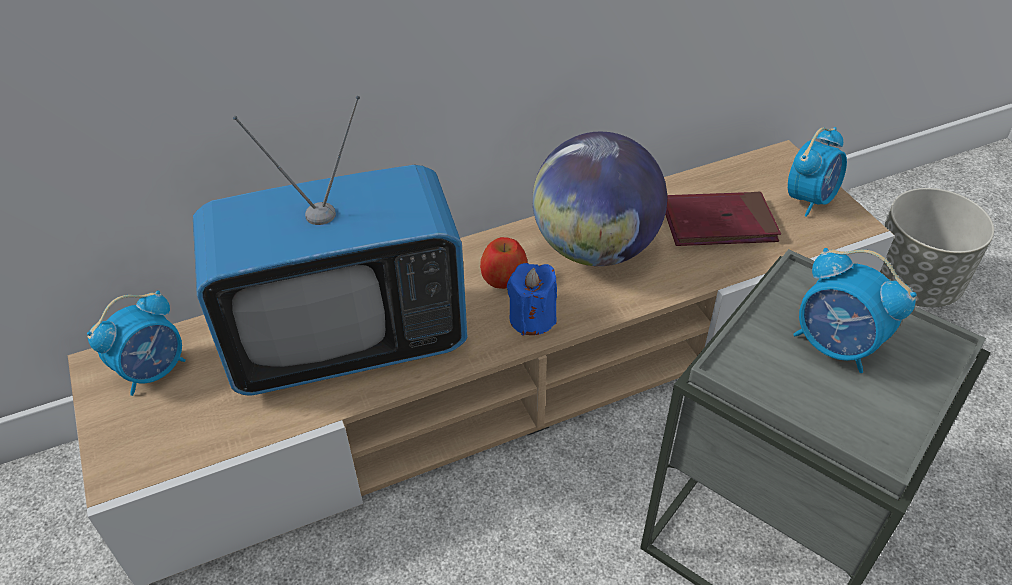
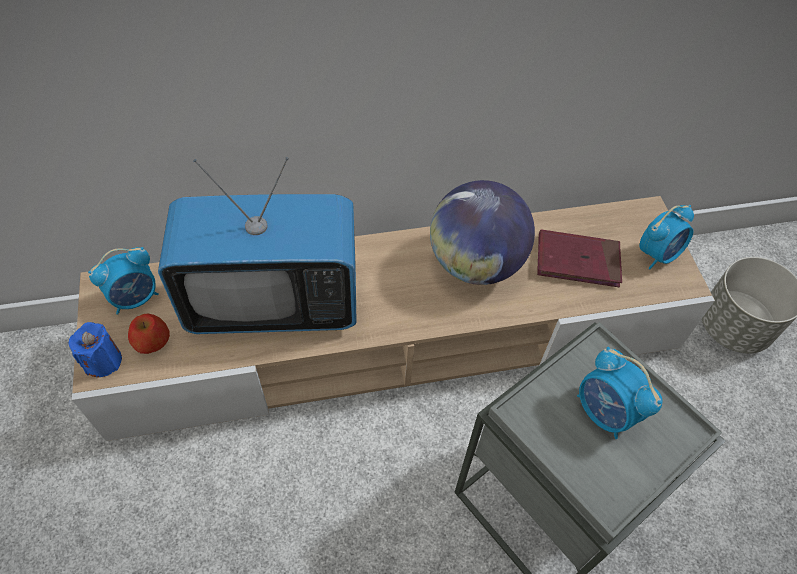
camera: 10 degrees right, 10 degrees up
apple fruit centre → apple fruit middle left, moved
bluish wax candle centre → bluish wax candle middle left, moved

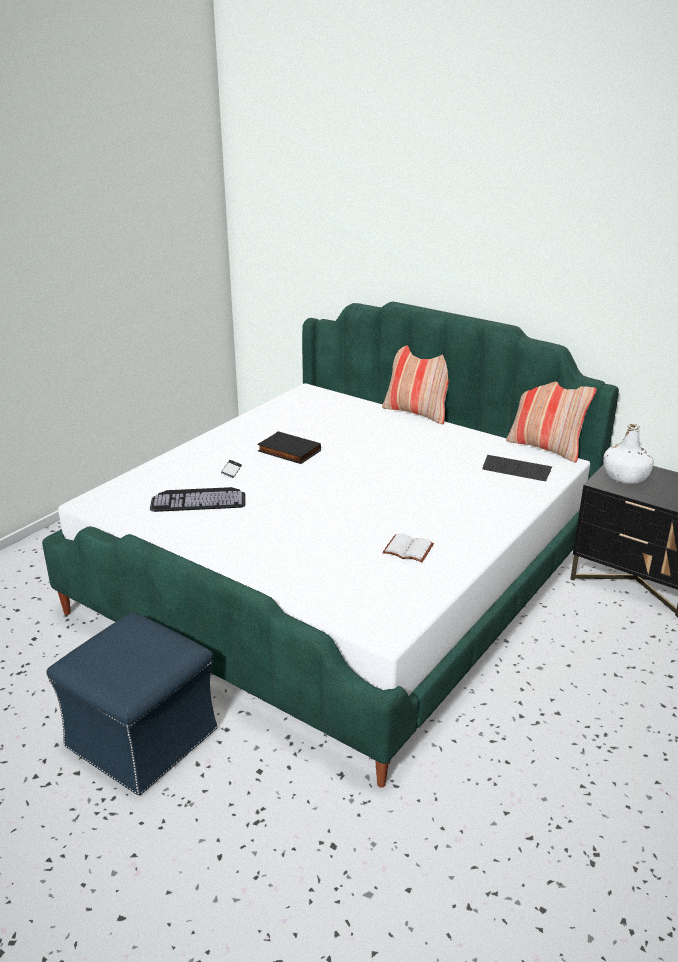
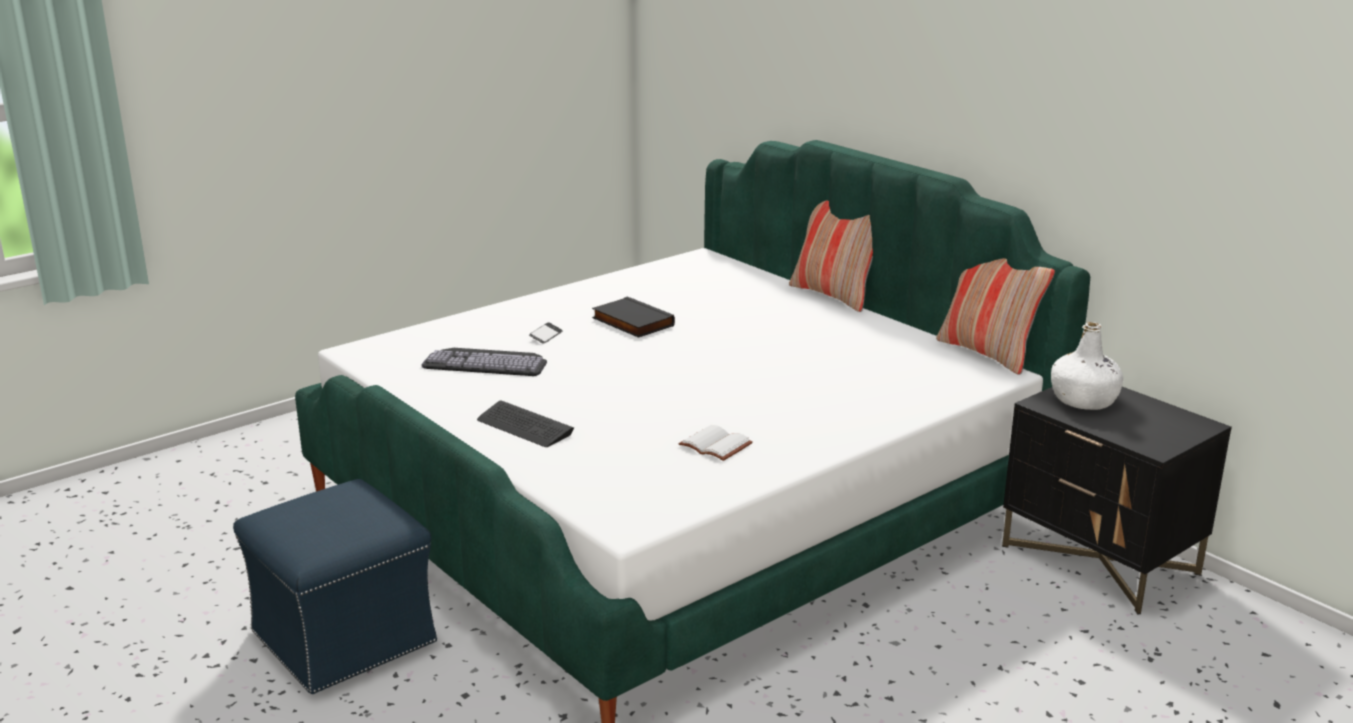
camera: 15 degrees right, 5 degrees down
computer keyboard (2nd from left) middle right → computer keyboard (2nd from left) centre, moved

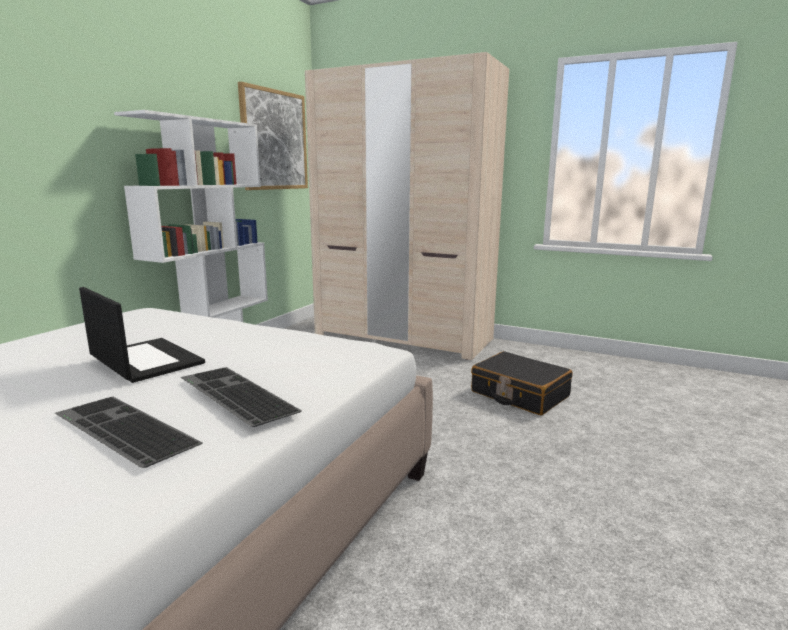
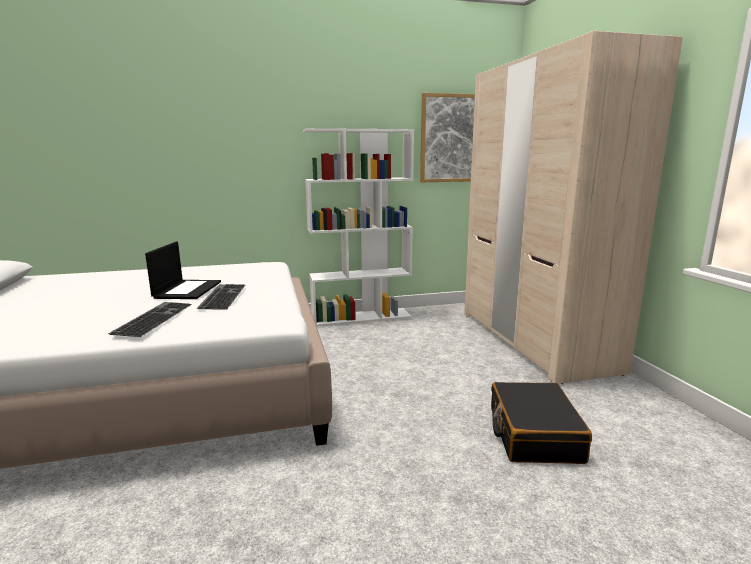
camera: 50 degrees right, 0 degrees up
computer keyboard (1st from left in the first image) bottom left → computer keyboard (2nd from left) middle left, moved

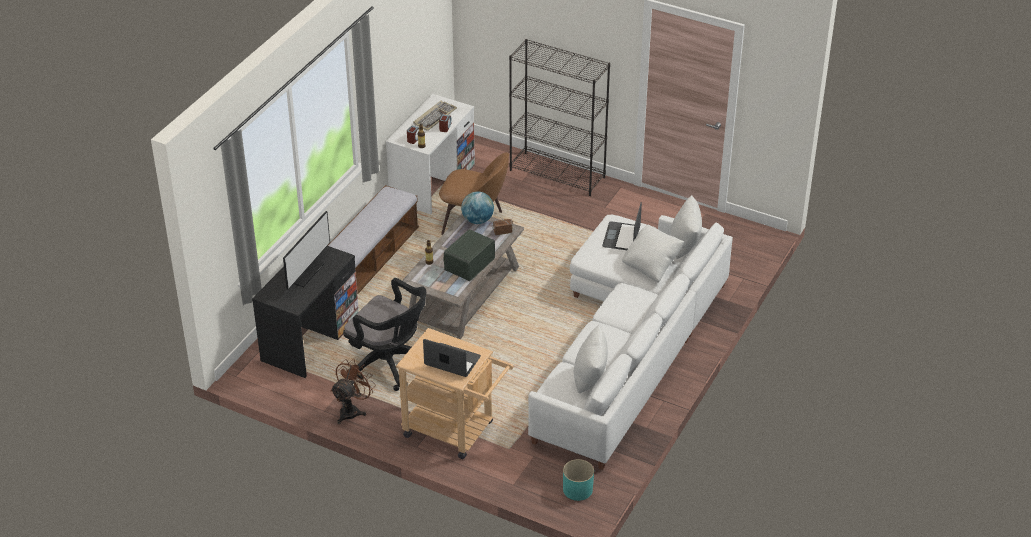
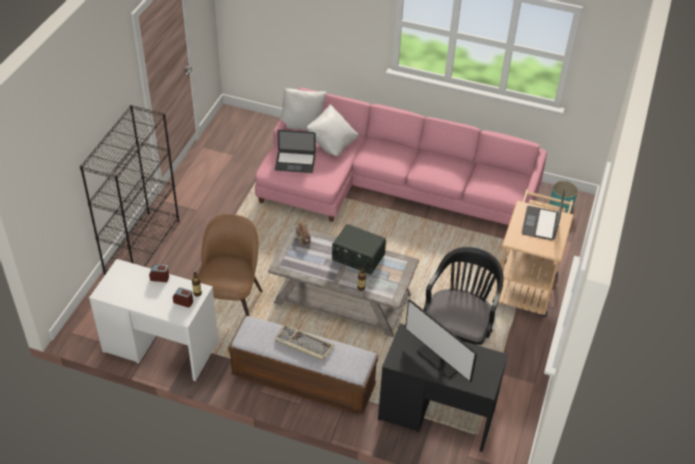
camera: 100 degrees left, 5 degrees up
computer keyboard top centre → computer keyboard bottom centre, moved
desk globe centre → -
computer display middle left → computer display bottom centre, 150 degrees counterclockwise
white-coloured couch centre → pinkish couch centre
white-coloured pillow (1st from left) bottom centre → -
brown-coloured cooling fan bottom centre → -

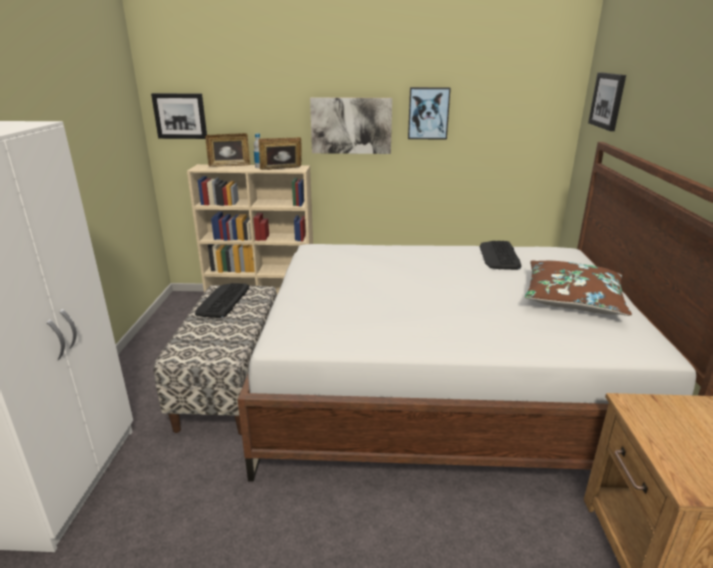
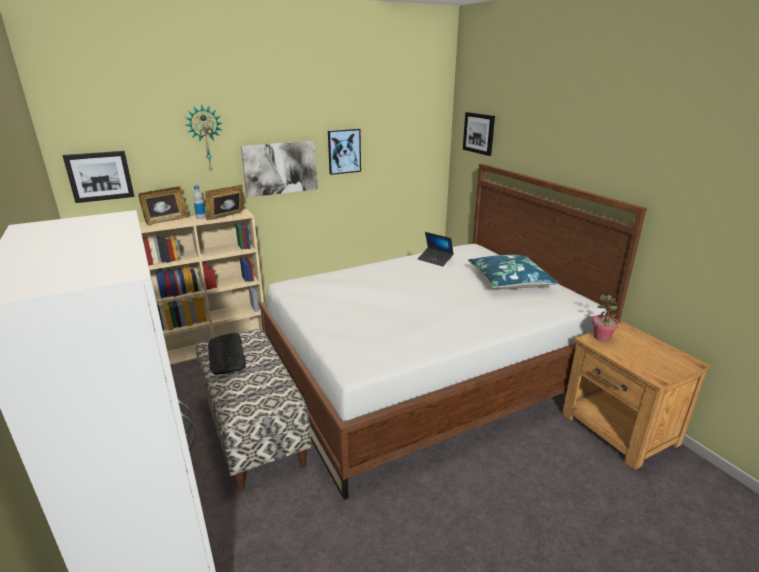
camera: 30 degrees left, 0 degrees up
computer keyboard (2nd from left) middle right → notebook computer centre
brown-coloured pillow middle right → bluish pillow middle right
- → wall clock top left
- → potted plant middle right

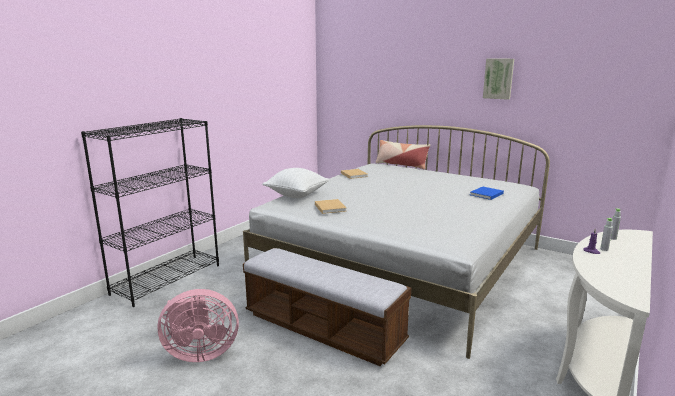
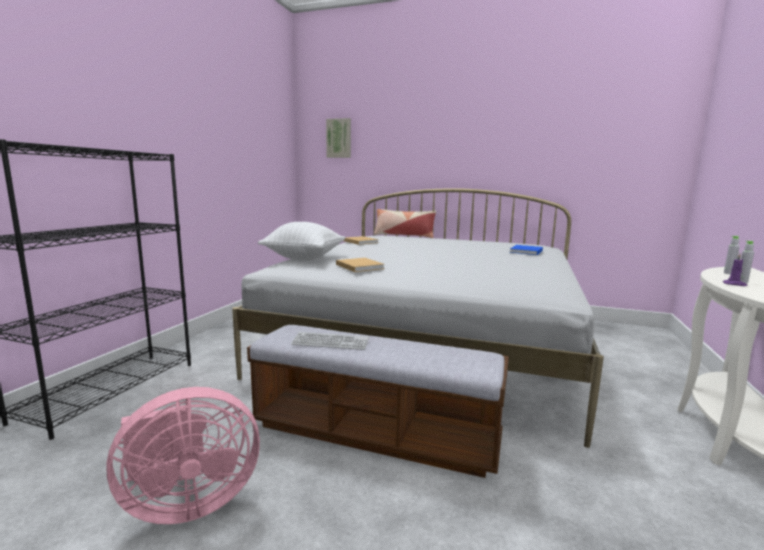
camera: 15 degrees left, 5 degrees down
wall picture top right → wall picture top centre, moved
- → computer keyboard centre

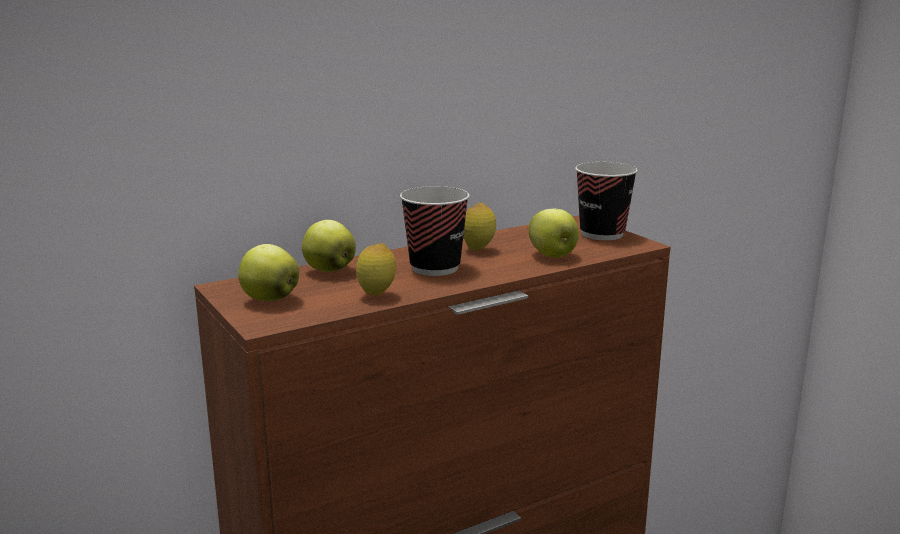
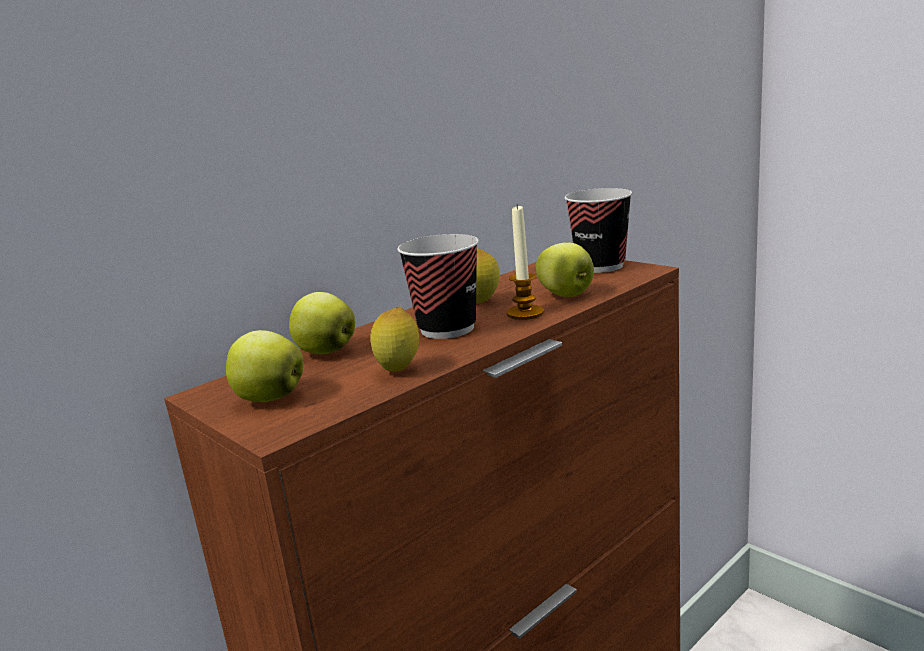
camera: 10 degrees left, 0 degrees up
- → wax candle centre

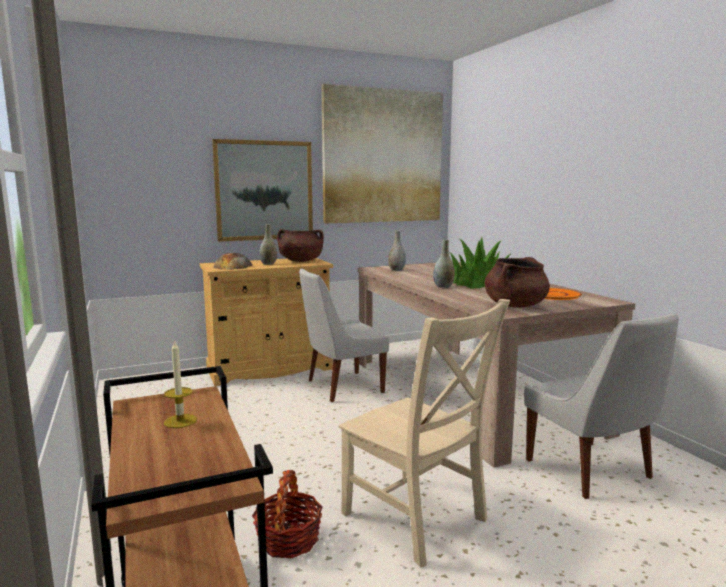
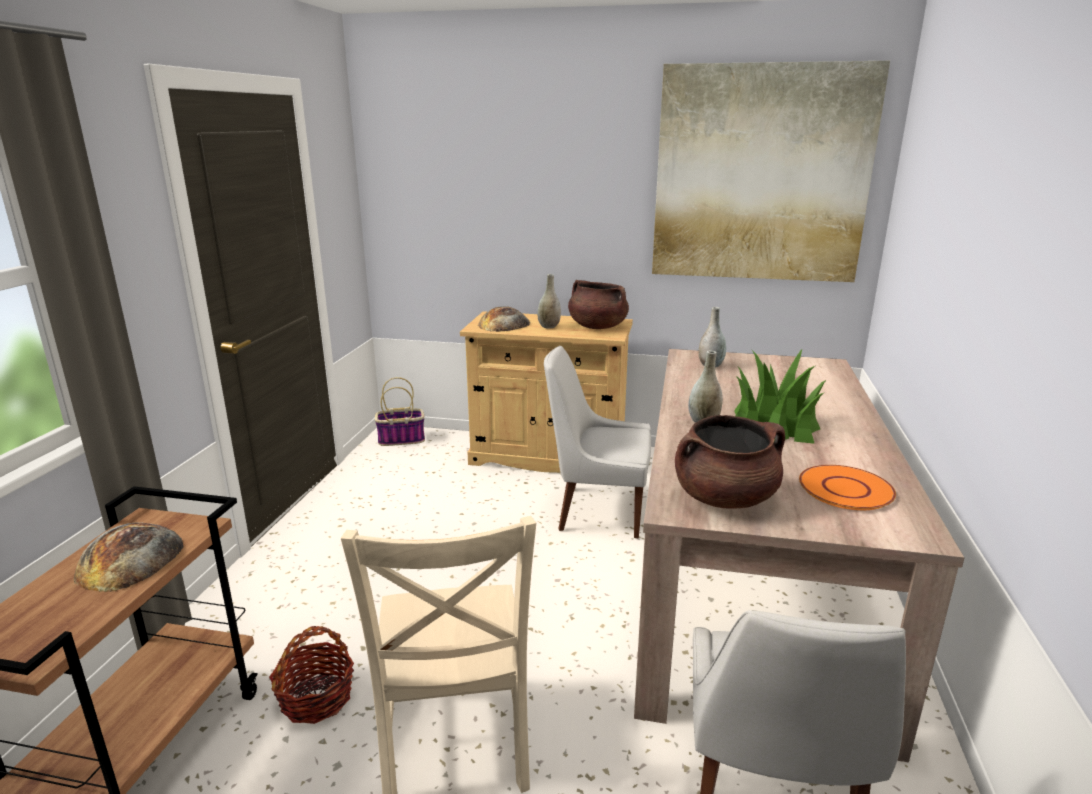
camera: 35 degrees right, 10 degrees up
wall picture (1st from left) top centre → -
wax candle middle left → bread (1st from left) bottom left
- → basket (2nd from left) centre

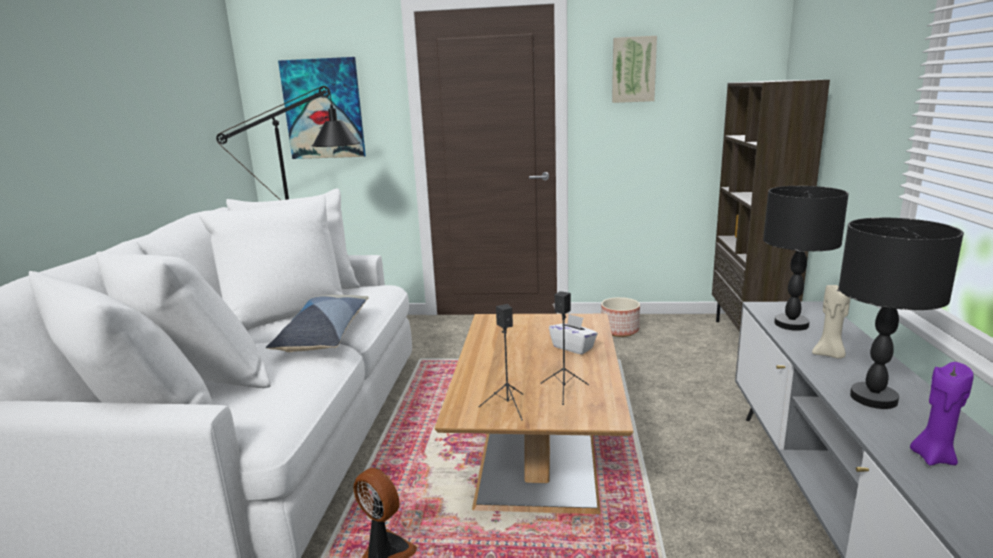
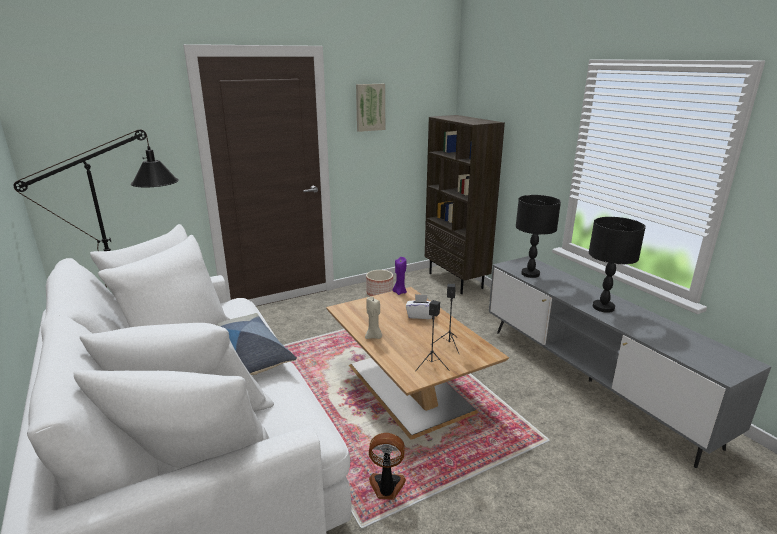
camera: 35 degrees left, 5 degrees up
wall picture (1st from left) top left → -
sand-coloured wax candle middle right → sand-coloured wax candle centre, moved
purple wax candle bottom right → purple wax candle centre, moved

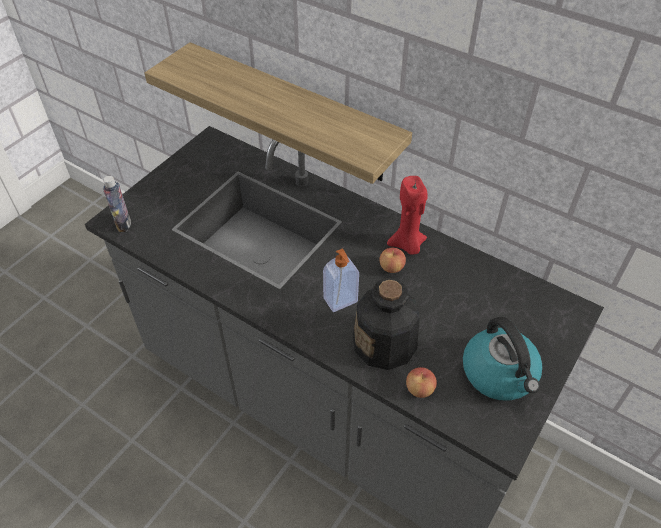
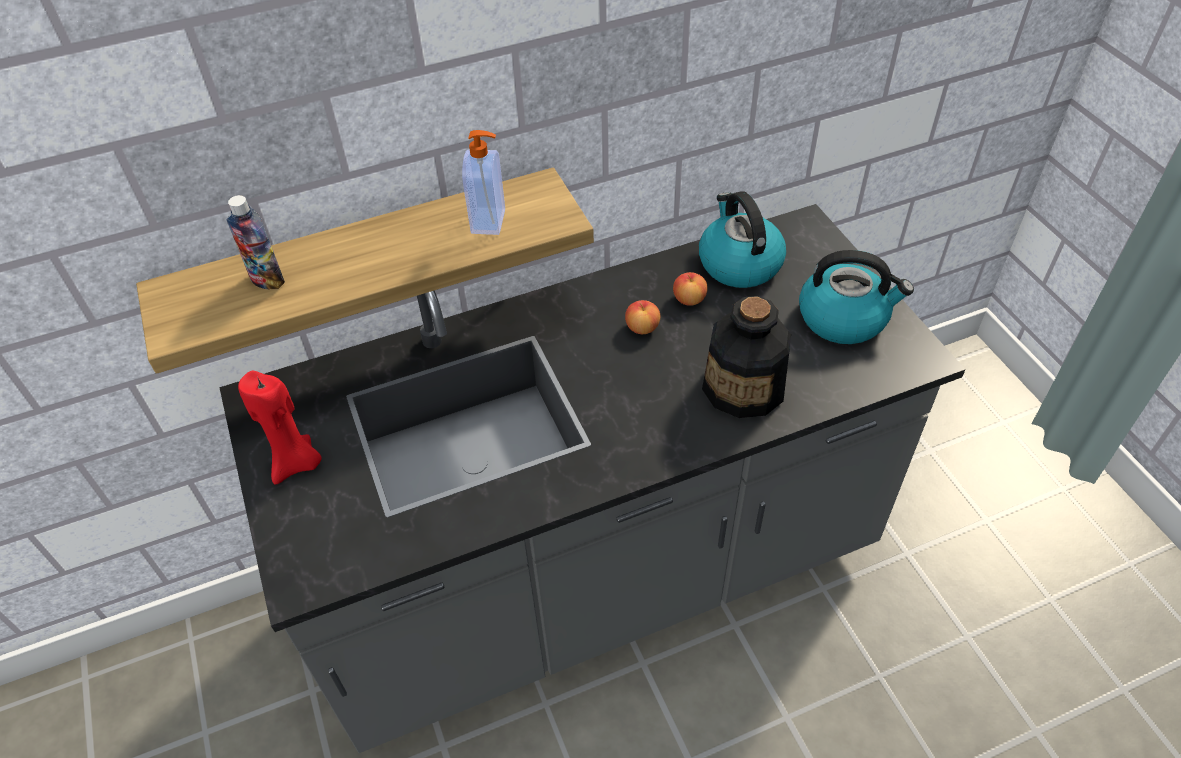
camera: 55 degrees left, 0 degrees up
drink bottle (1st from left) middle left → drink bottle (1st from left) top left, moved
red wax candle centre → red wax candle middle left, moved
liquid soap bottle centre → liquid soap bottle top centre, moved
apple fruit (2nd from left) bottom centre → apple fruit (2nd from left) centre, moved
- → kettle (1st from left) top centre

